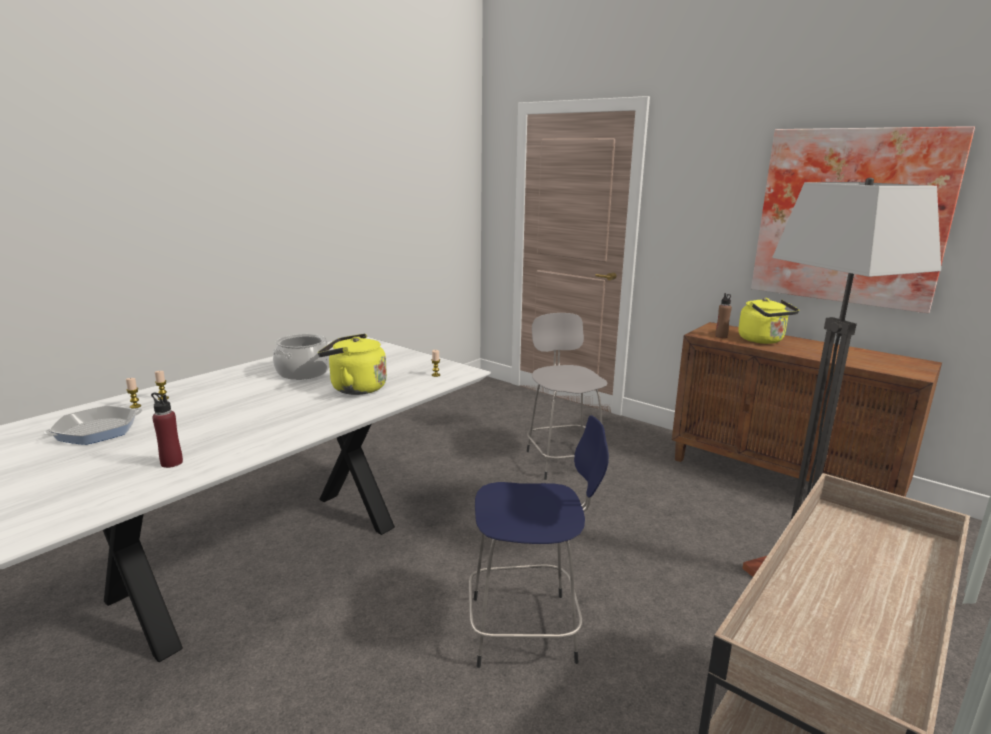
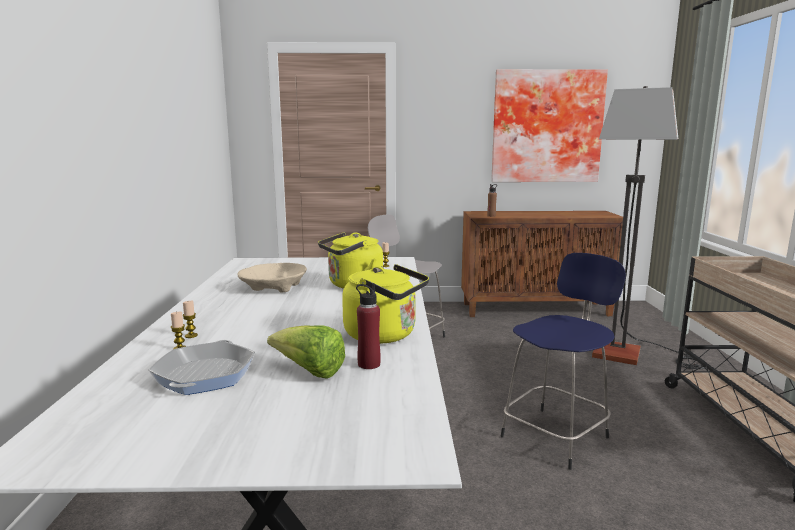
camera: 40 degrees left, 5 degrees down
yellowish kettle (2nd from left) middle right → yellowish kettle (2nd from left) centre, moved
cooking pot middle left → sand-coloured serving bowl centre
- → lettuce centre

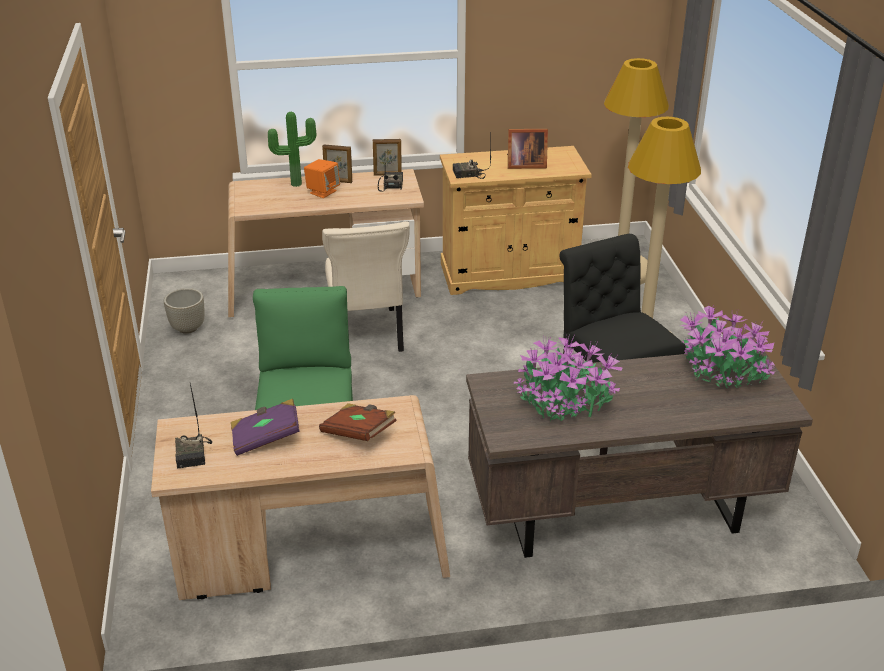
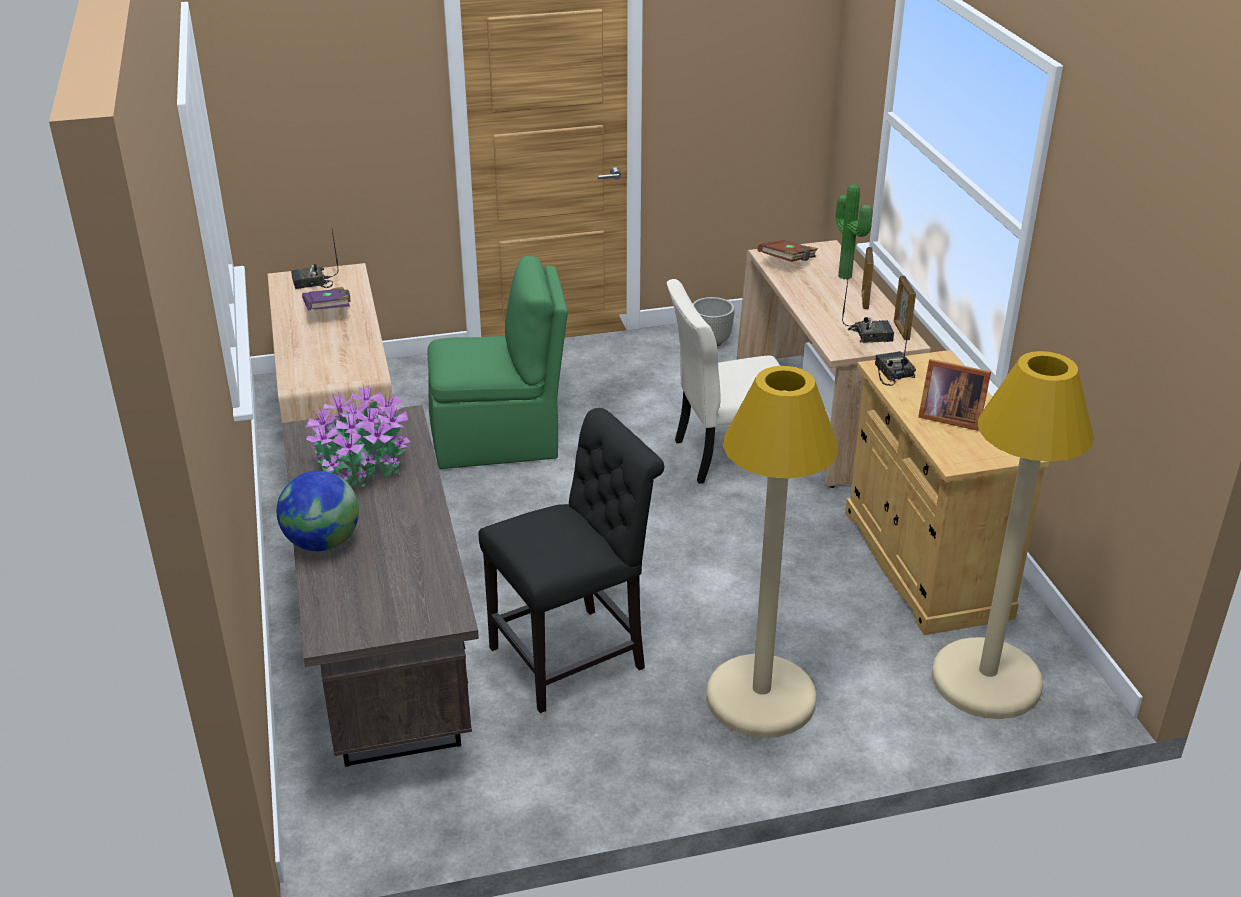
camera: 85 degrees right, 0 degrees up
standing frame (3rd from left) top centre → standing frame (3rd from left) middle right, 60 degrees counterclockwise
orange audio speaker top centre → -
potted plant (3rd from left) middle right → -
brown-coloured volume centre → brown-coloured volume top centre, moved
- → desk globe middle left

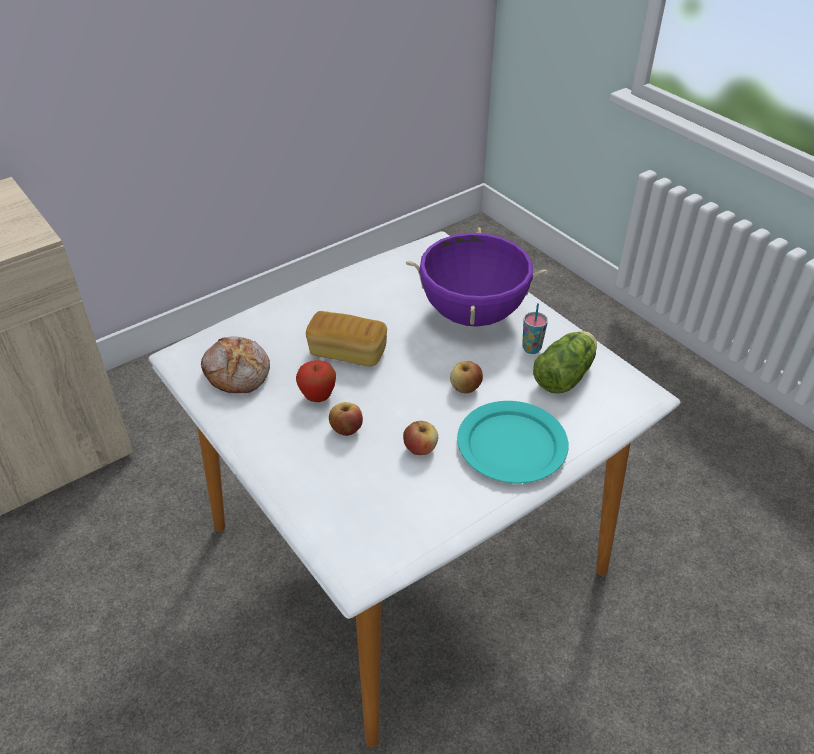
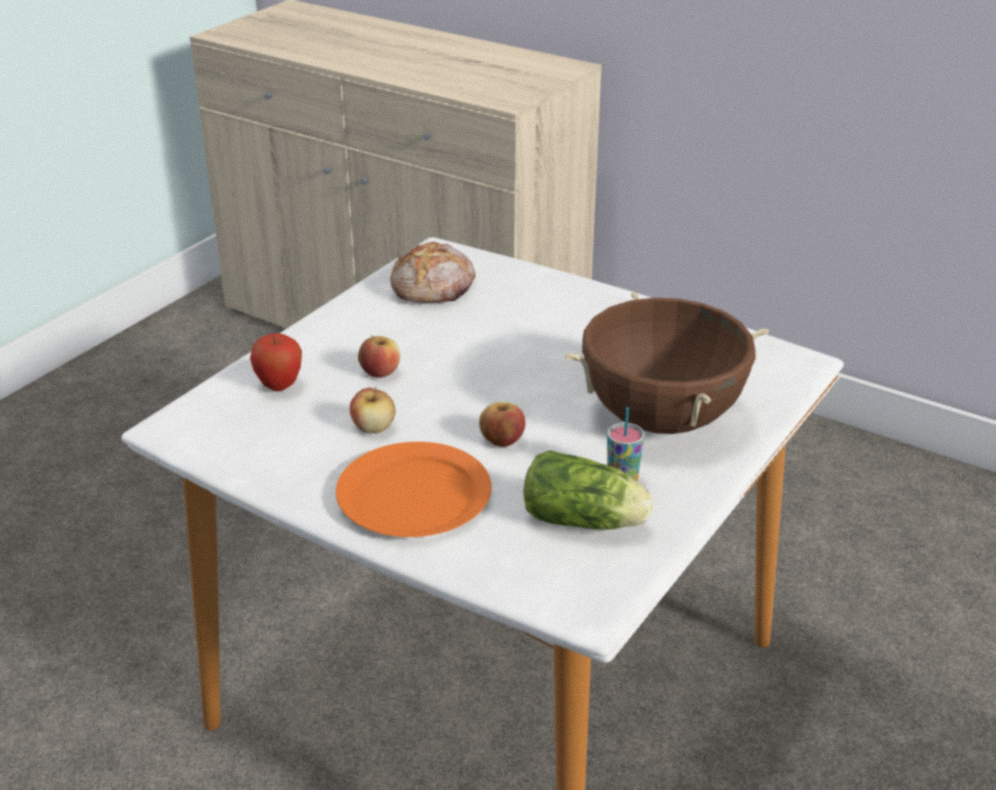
camera: 70 degrees right, 10 degrees down
purple cooking pot centre → brown-coloured cooking pot middle right
bread (2nd from left) centre → -
apple fruit (1st from left) centre → apple fruit (1st from left) middle left, moved
turquoise-coloured flat dish centre → orange flat dish centre

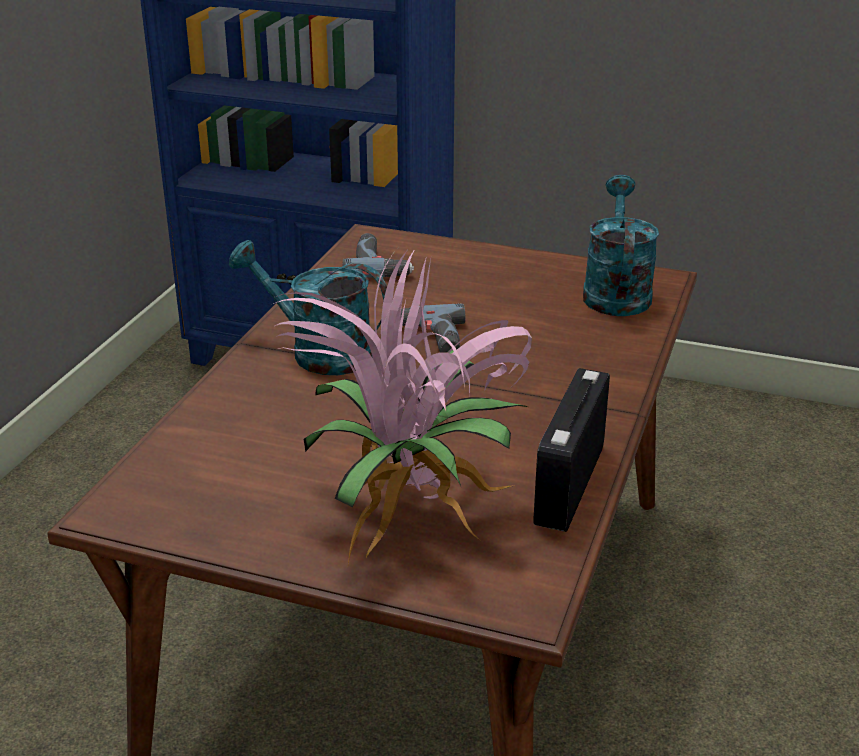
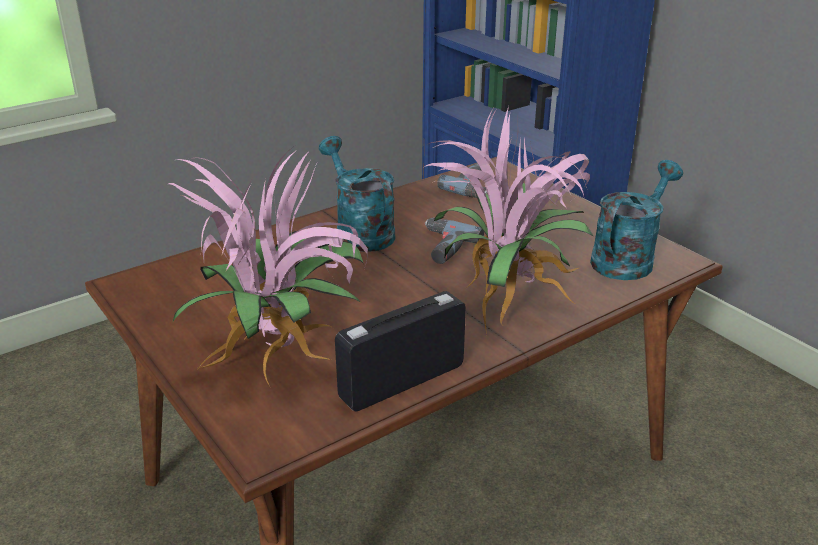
camera: 35 degrees right, 0 degrees up
- → potted plant (2nd from left) centre

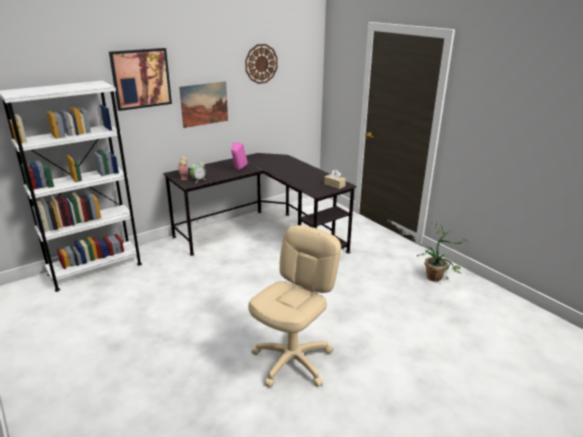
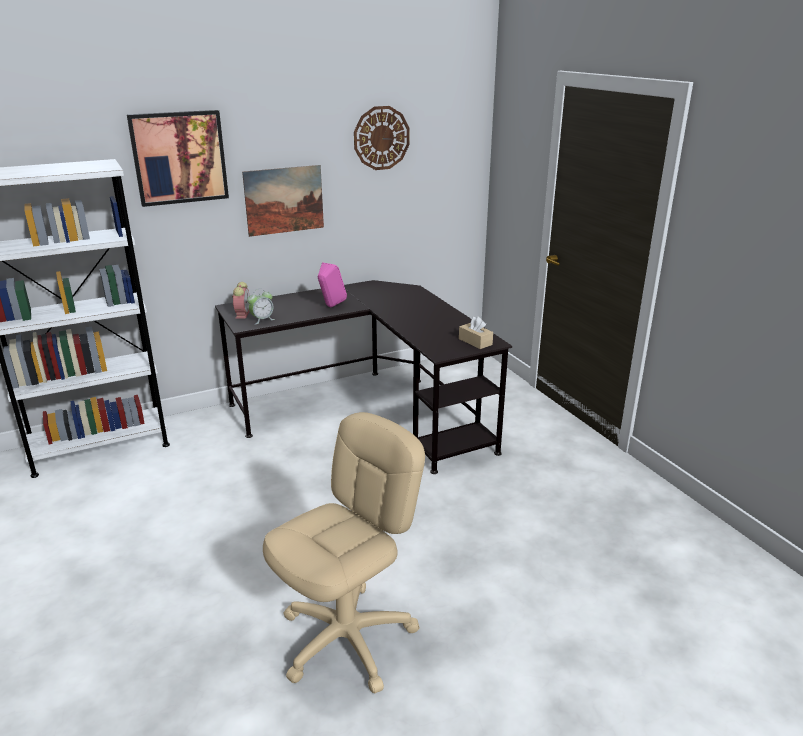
camera: 10 degrees right, 0 degrees up
potted plant middle right → -

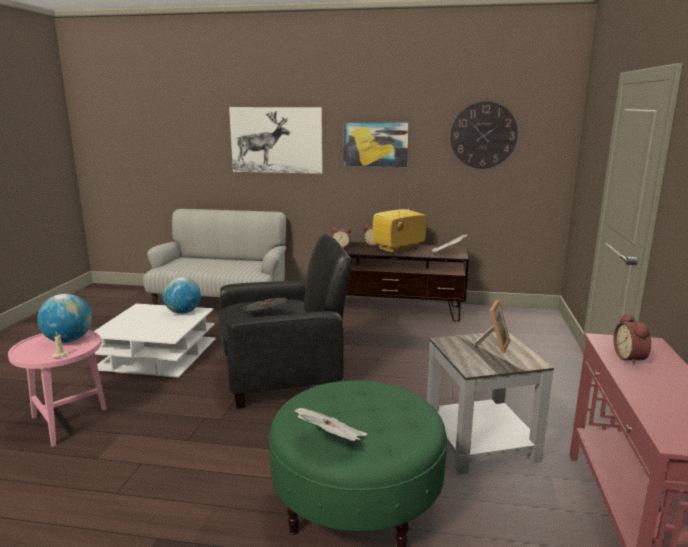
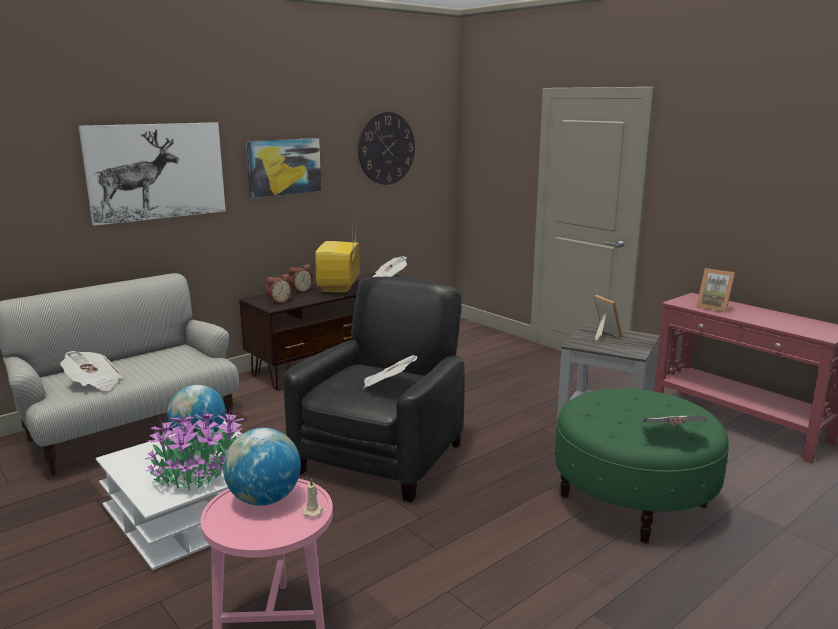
camera: 50 degrees left, 0 degrees up
bedside clock (3rd from left) middle right → standing frame (2nd from left) middle right
- → newspaper (1st from left) middle left
- → potted plant bottom left

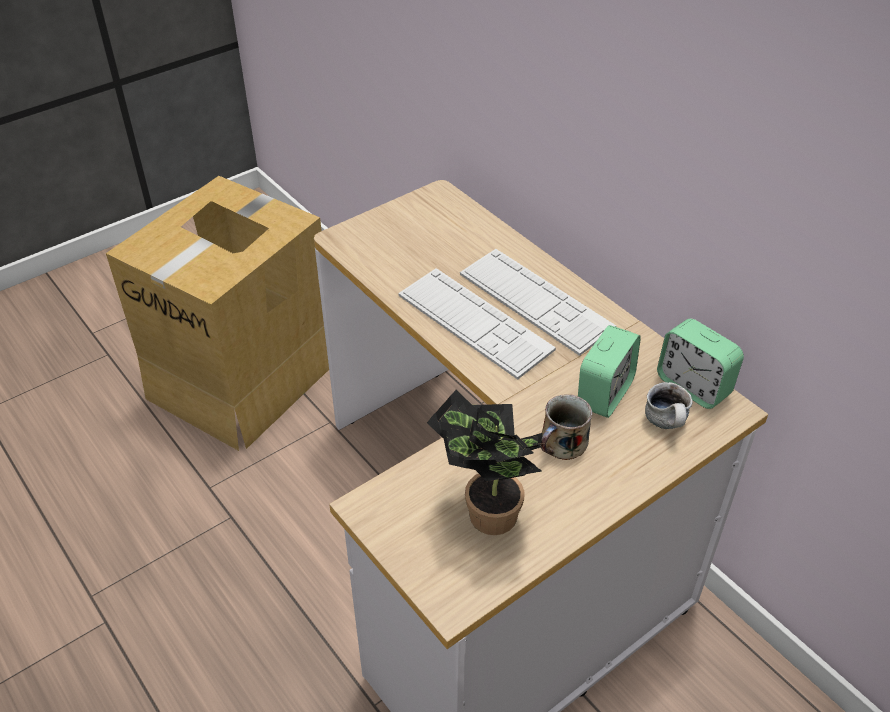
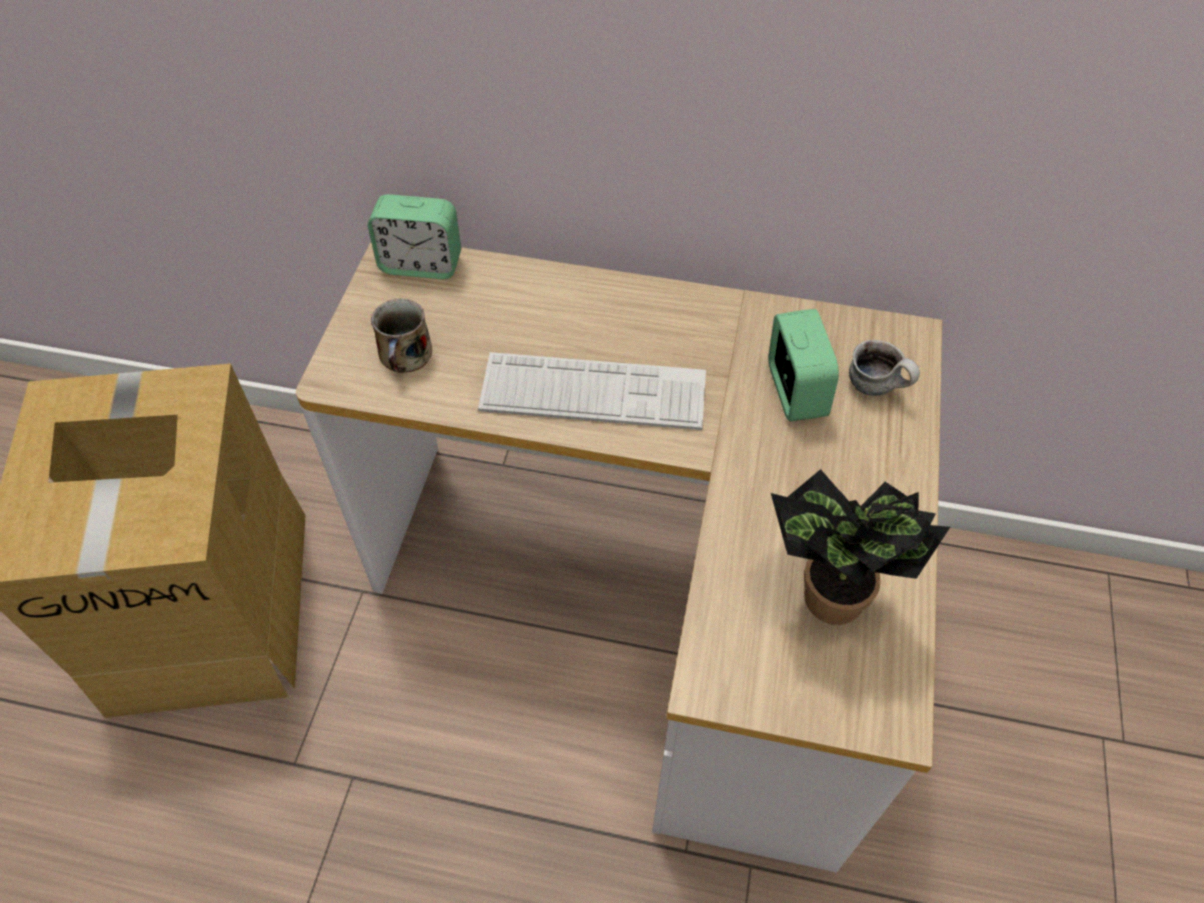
camera: 40 degrees left, 10 degrees up
computer keyboard (2nd from left) centre → -
bedside clock (2nd from left in the first image) middle right → bedside clock (1st from left) top centre, moved
tea mug (1st from left) centre → tea mug (1st from left) middle left, moved

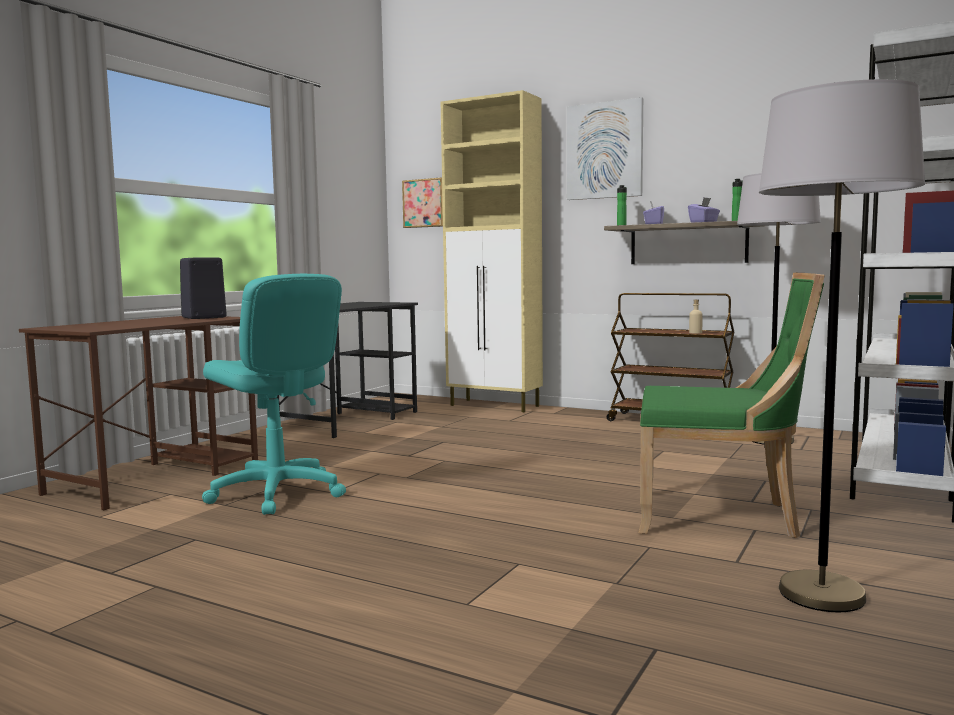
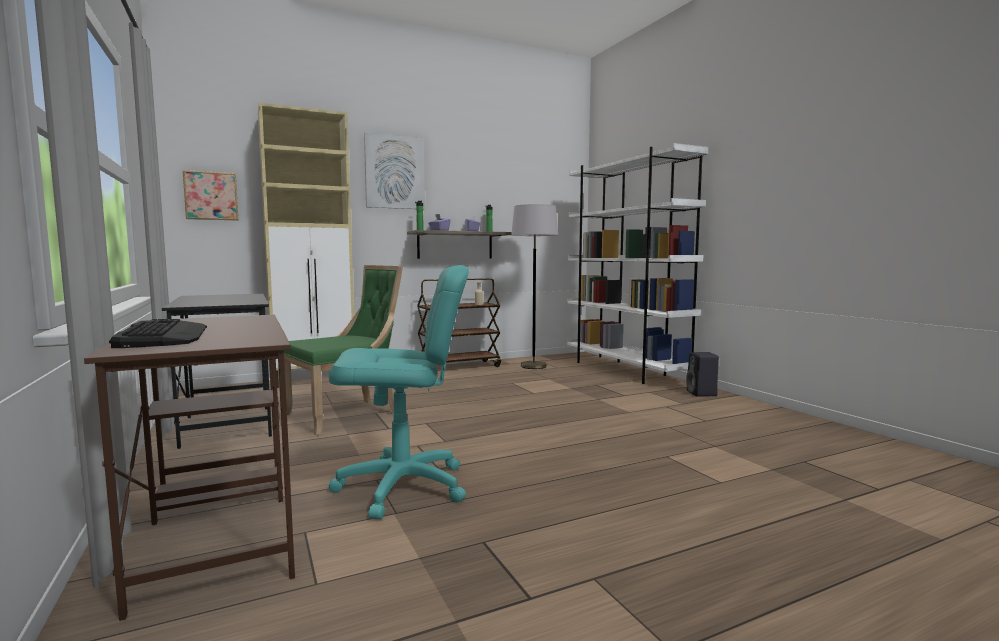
camera: 55 degrees left, 0 degrees up
grey standard lamp (2nd from left) middle right → -
black-coloured audio speaker middle left → black-coloured audio speaker middle right, moved
green-coloured plain chair middle right → green-coloured plain chair centre, moved
- → computer keyboard middle left

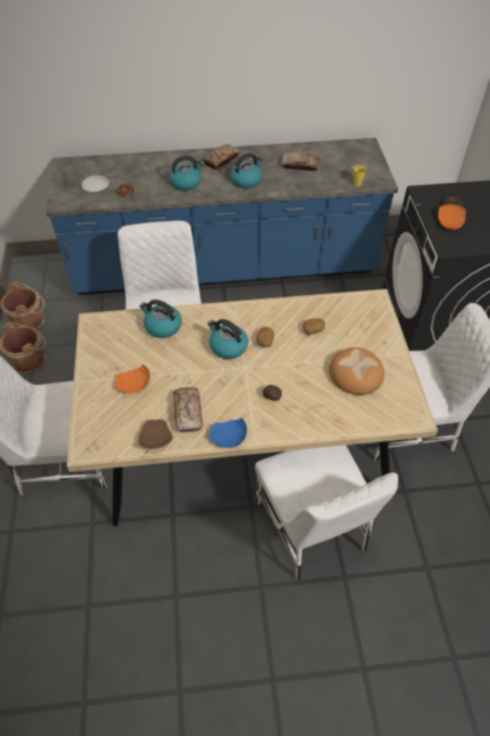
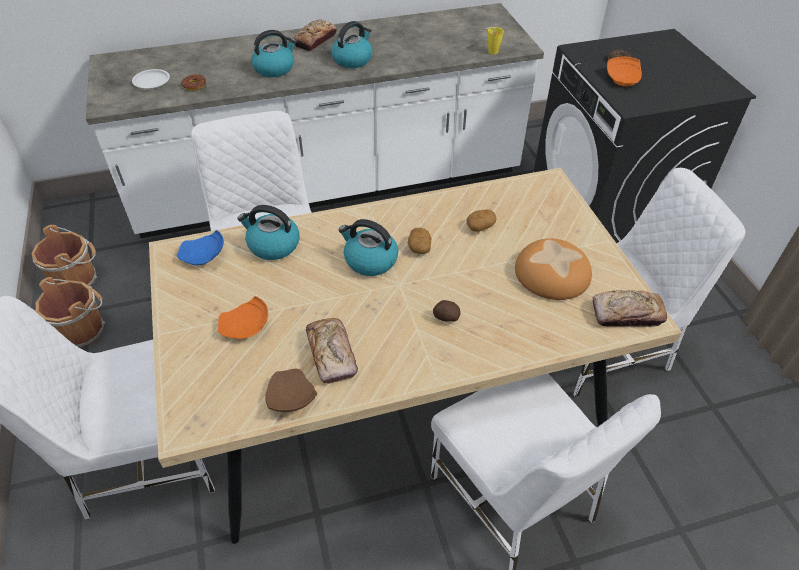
camera: 10 degrees left, 5 degrees down
bluish kitchen base unit top centre → white-coloured kitchen base unit top centre
bread (3rd from left in the first image) top centre → bread (4th from left) middle right, moved
bluish flat dish centre → bluish flat dish middle left, moved

